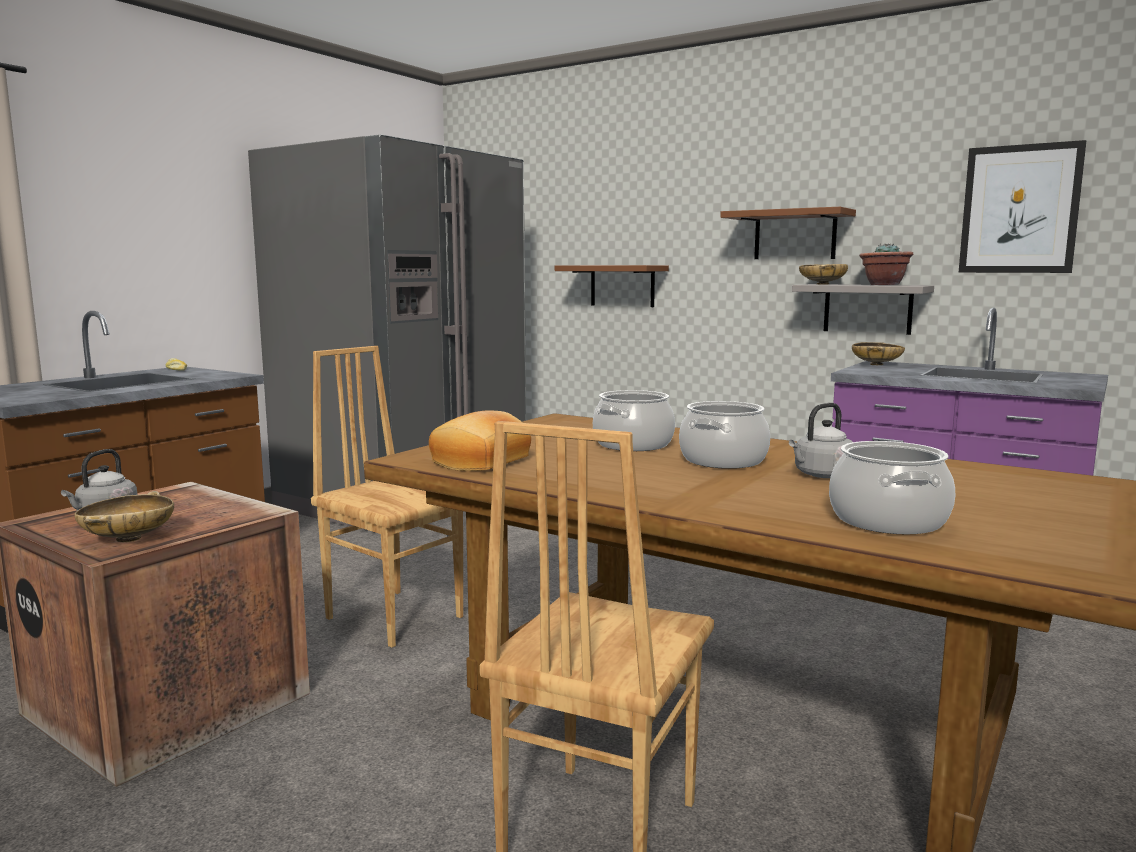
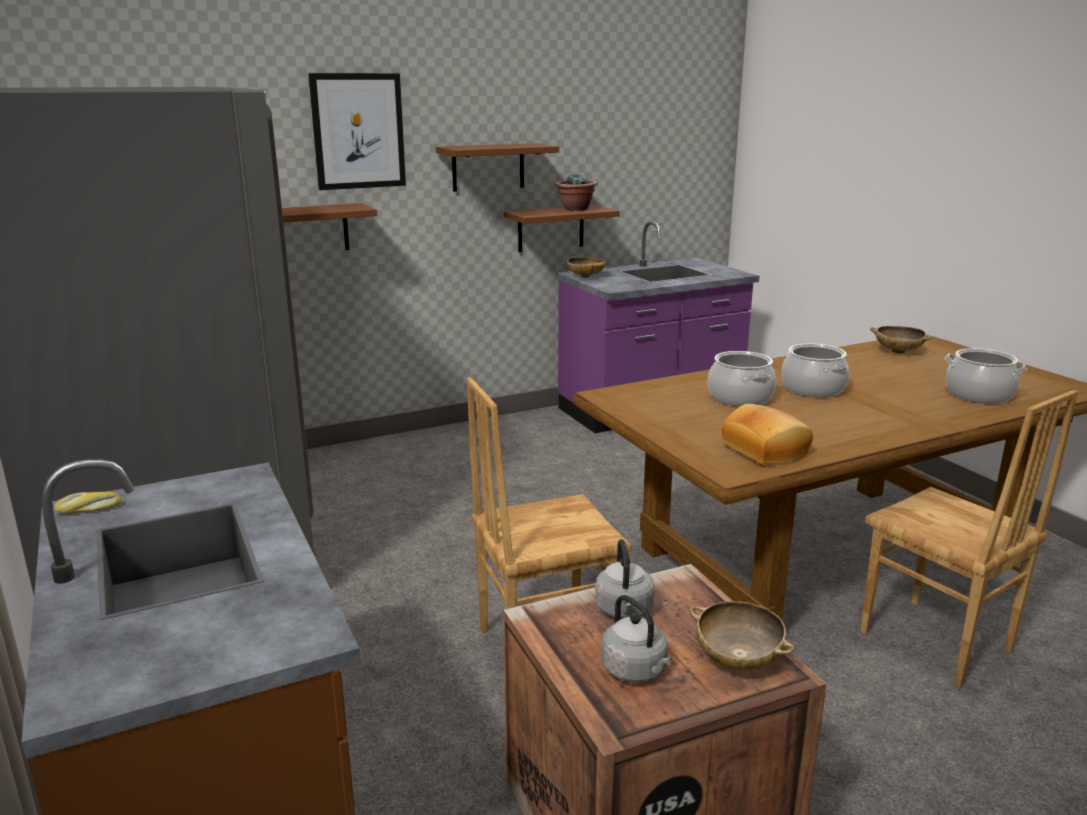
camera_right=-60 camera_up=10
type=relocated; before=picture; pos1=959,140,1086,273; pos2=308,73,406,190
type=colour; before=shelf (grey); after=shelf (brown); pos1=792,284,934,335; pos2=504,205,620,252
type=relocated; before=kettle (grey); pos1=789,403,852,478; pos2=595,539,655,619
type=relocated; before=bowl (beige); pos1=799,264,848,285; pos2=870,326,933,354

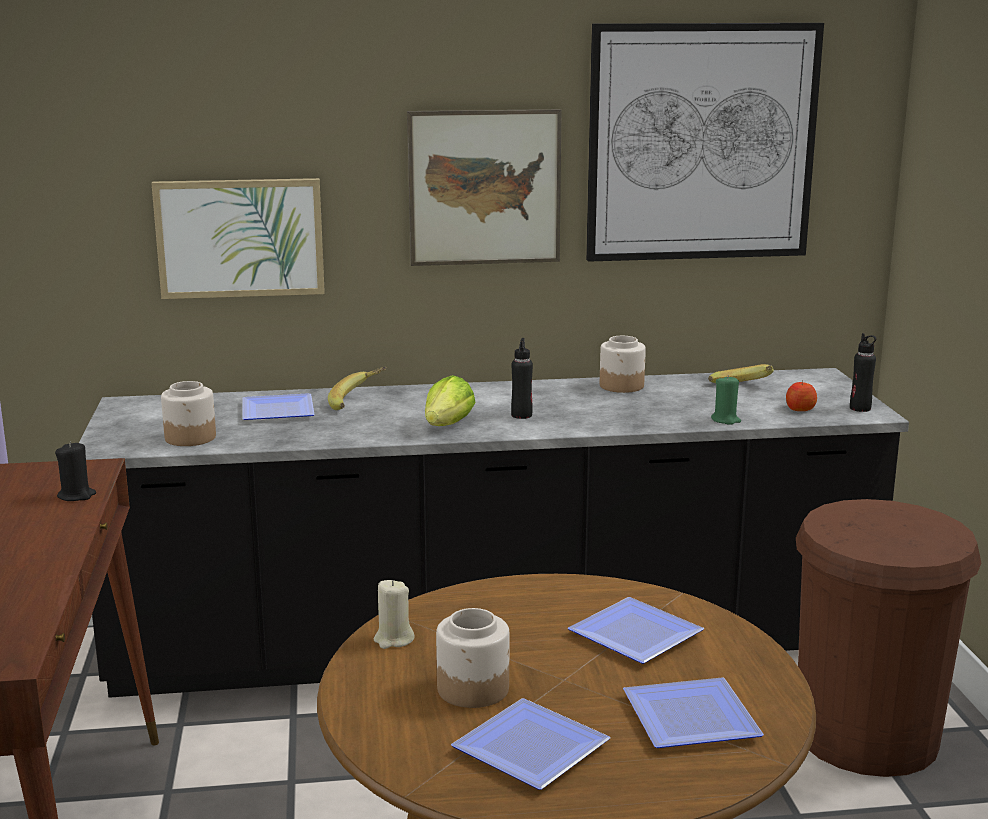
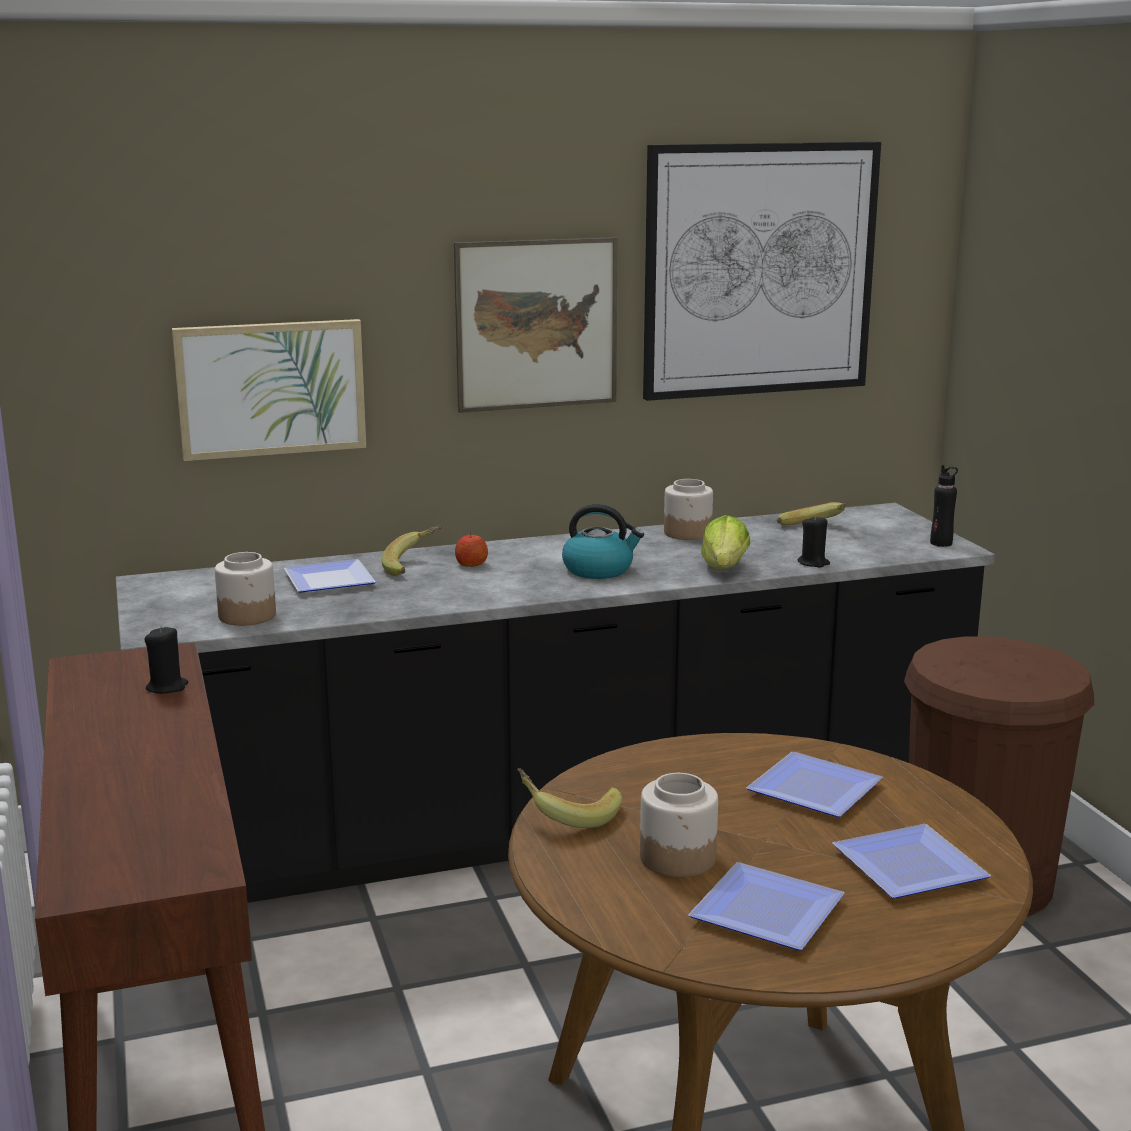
camera_right=-10 camera_up=0
type=relocated; before=apple; pos1=786,380,817,411; pos2=455,532,488,567
type=exchanged; before=candle (beige); after=banana; pos1=374,580,415,649; pos2=517,768,622,828
type=exchanged; before=bottle (black); after=kettle; pos1=511,338,533,419; pos2=562,504,644,579
type=relocated; before=lettuce; pos1=425,375,476,426; pos2=701,515,750,569
type=colour; before=candle (green); after=candle (black); pos1=711,375,741,425; pos2=798,515,830,567

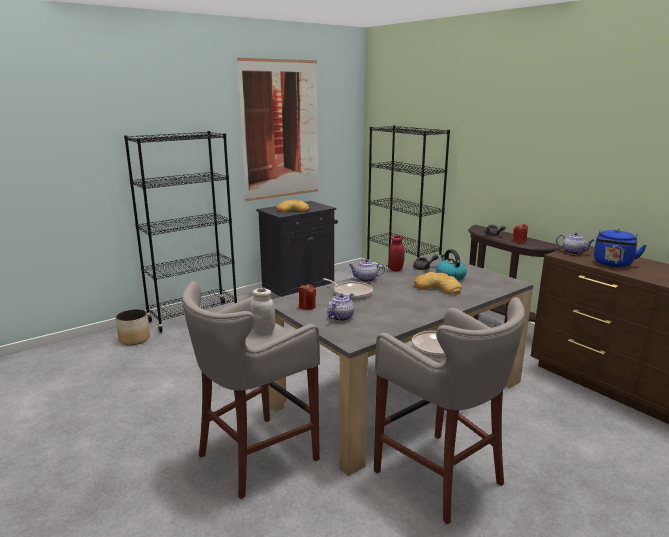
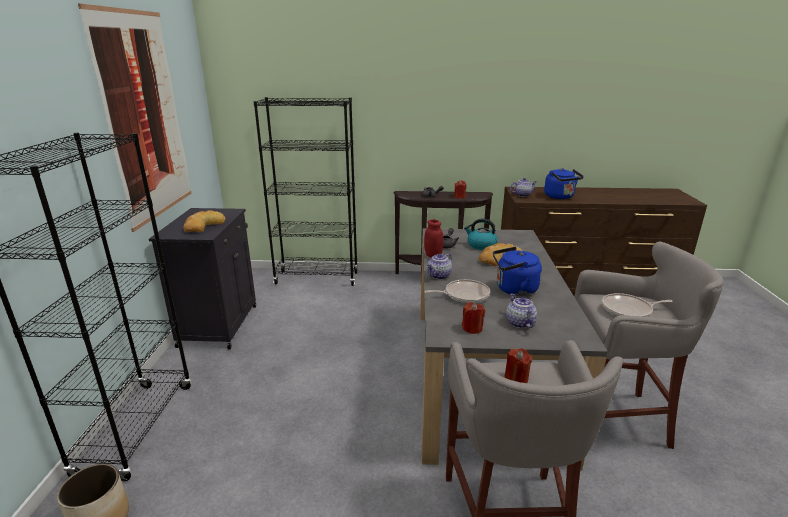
camera_right=-50 camera_up=5
type=appeared; after=kettle (blue); pos2=493,247,542,296
type=exchanged; before=jar (white); after=candle (red); pos1=250,288,275,336; pos2=504,348,532,383

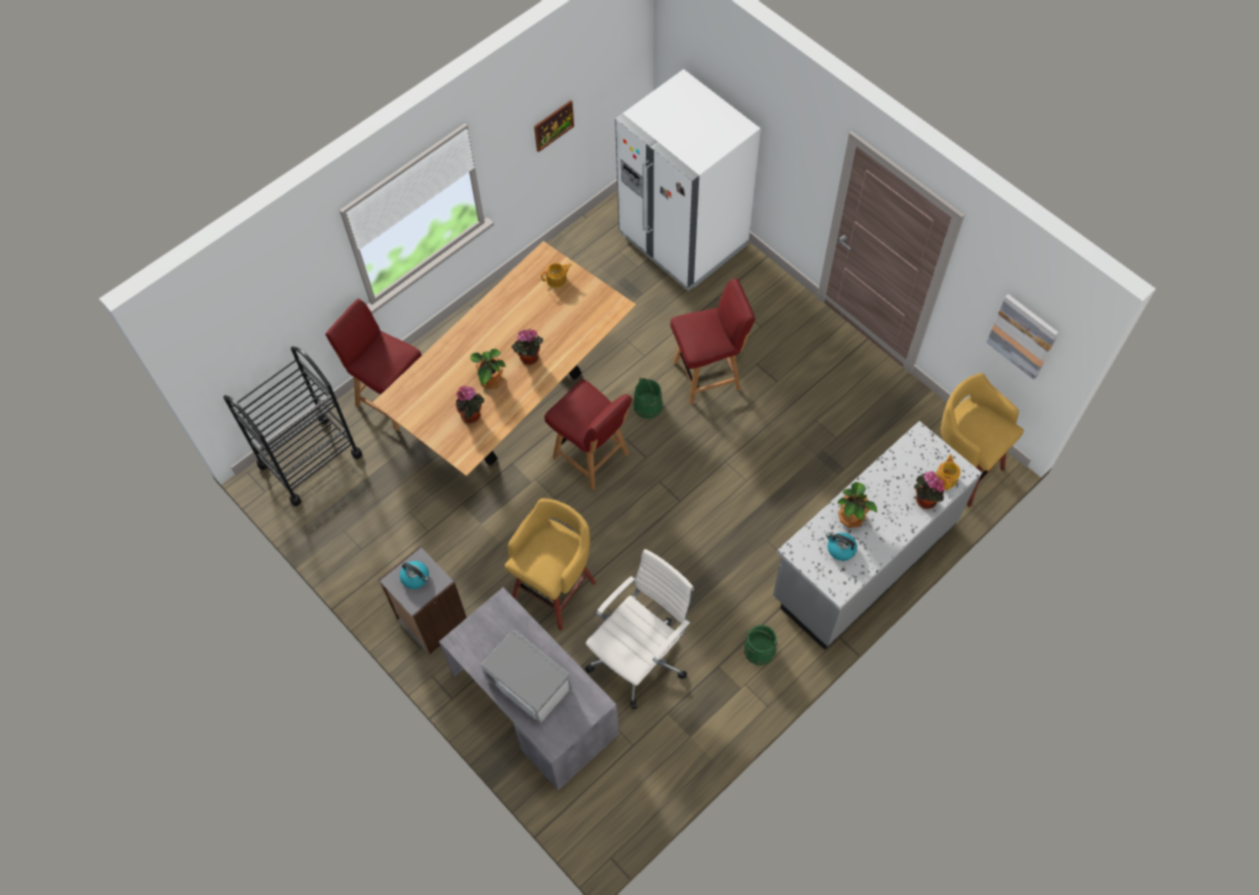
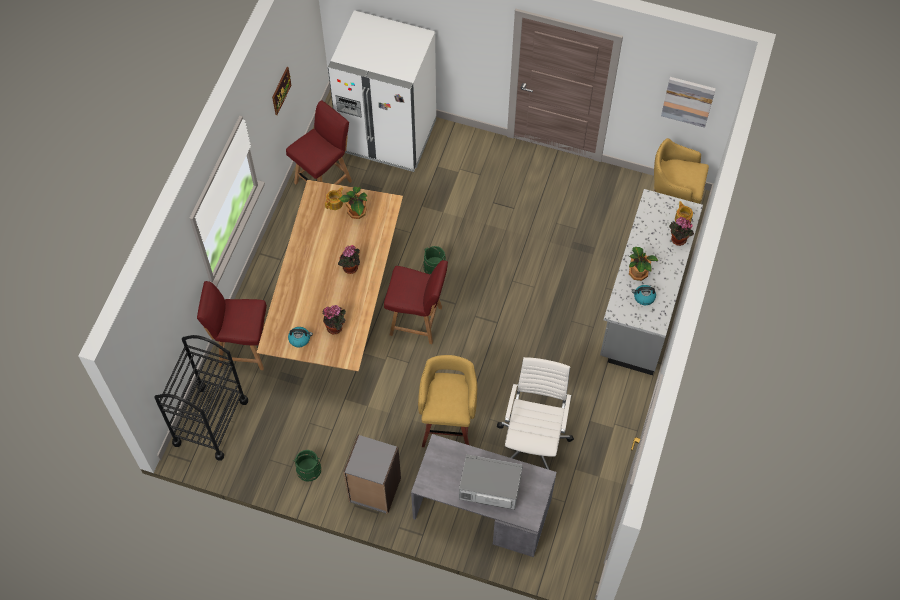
camera_right=-30 camera_up=0
type=relocated; before=chair (red); pos1=670,278,755,404; pos2=286,100,352,185
type=relocated; before=kettle; pos1=400,561,429,589; pos2=288,327,313,347
type=relocated; before=bucket (green); pos1=744,625,778,665; pos2=293,450,321,482
type=relocated; before=potted plant; pos1=470,349,506,390; pos2=339,187,368,219

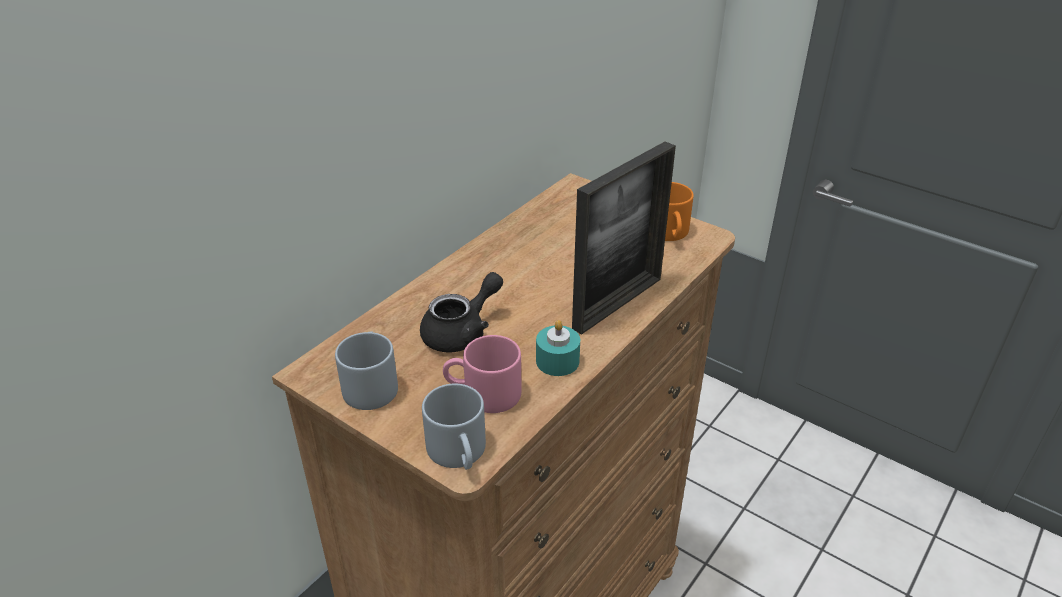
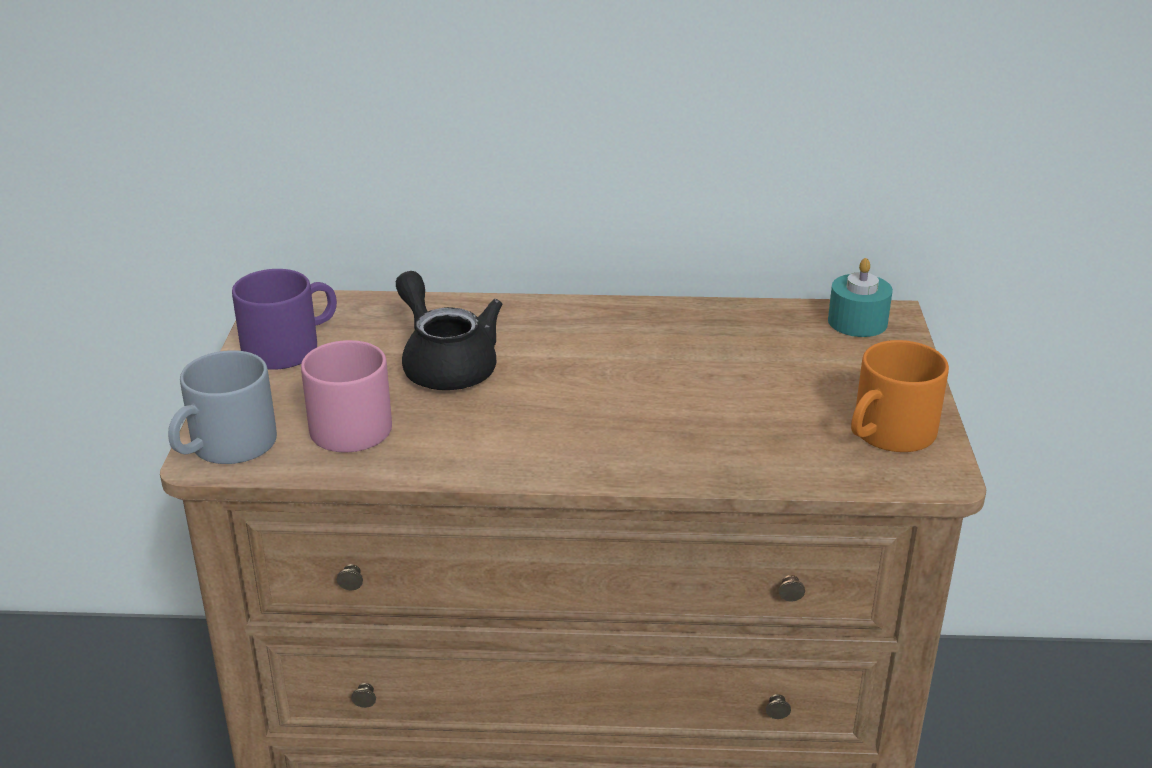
camera_right=55 camera_up=-5
type=colour; before=mug (grey); after=mug (purple); pos1=335,331,398,410; pos2=232,269,337,370
type=spun; before=teapot (black); pos1=420,272,503,353; pos2=396,271,503,390; turn=-135
type=relocated; before=candle (turquoise); pos1=536,320,580,376; pos2=828,258,893,337
type=missing; before=picture frame; pos1=572,141,676,335

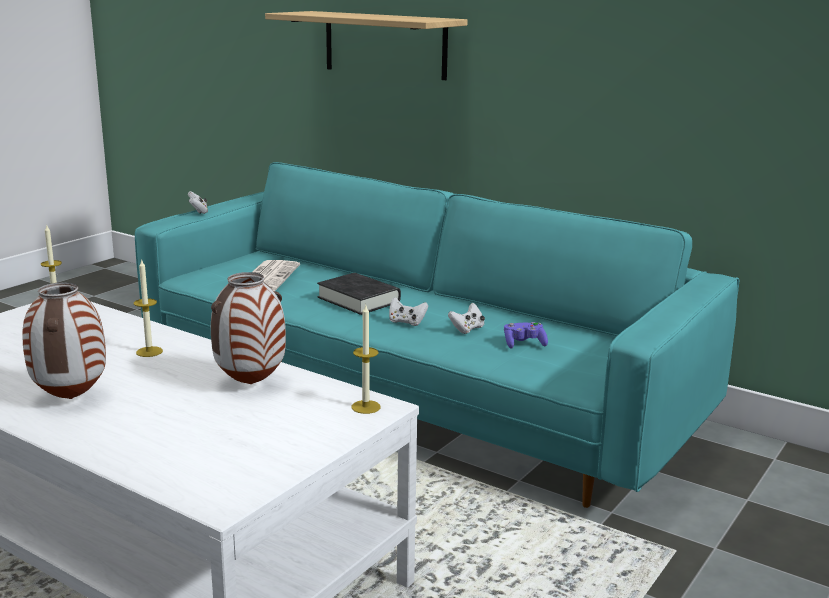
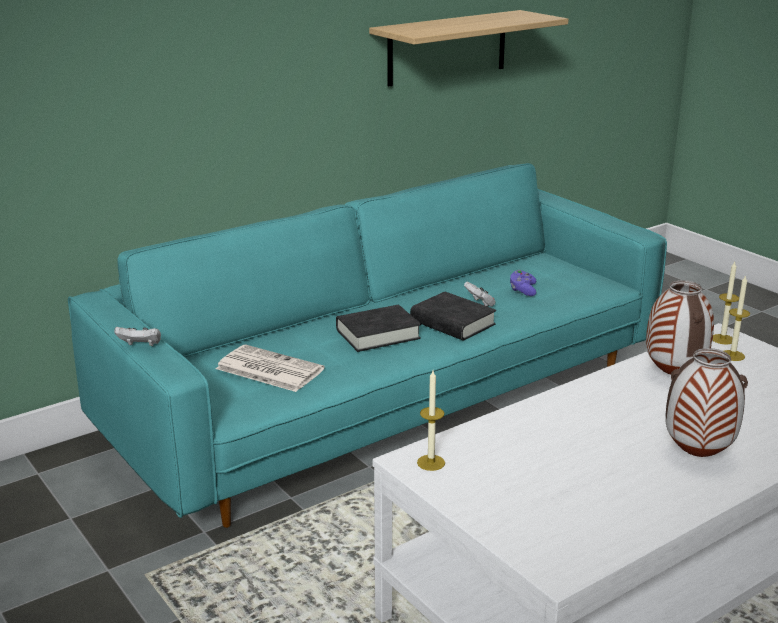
camera_right=-70 camera_up=5
type=relocated; before=shelf; pos1=265,11,468,80; pos2=369,10,569,86
type=exchanged; before=game controller (white); after=book (black); pos1=389,297,428,326; pos2=410,292,496,340
type=relocated; before=candle; pos1=134,259,163,357; pos2=724,275,750,361

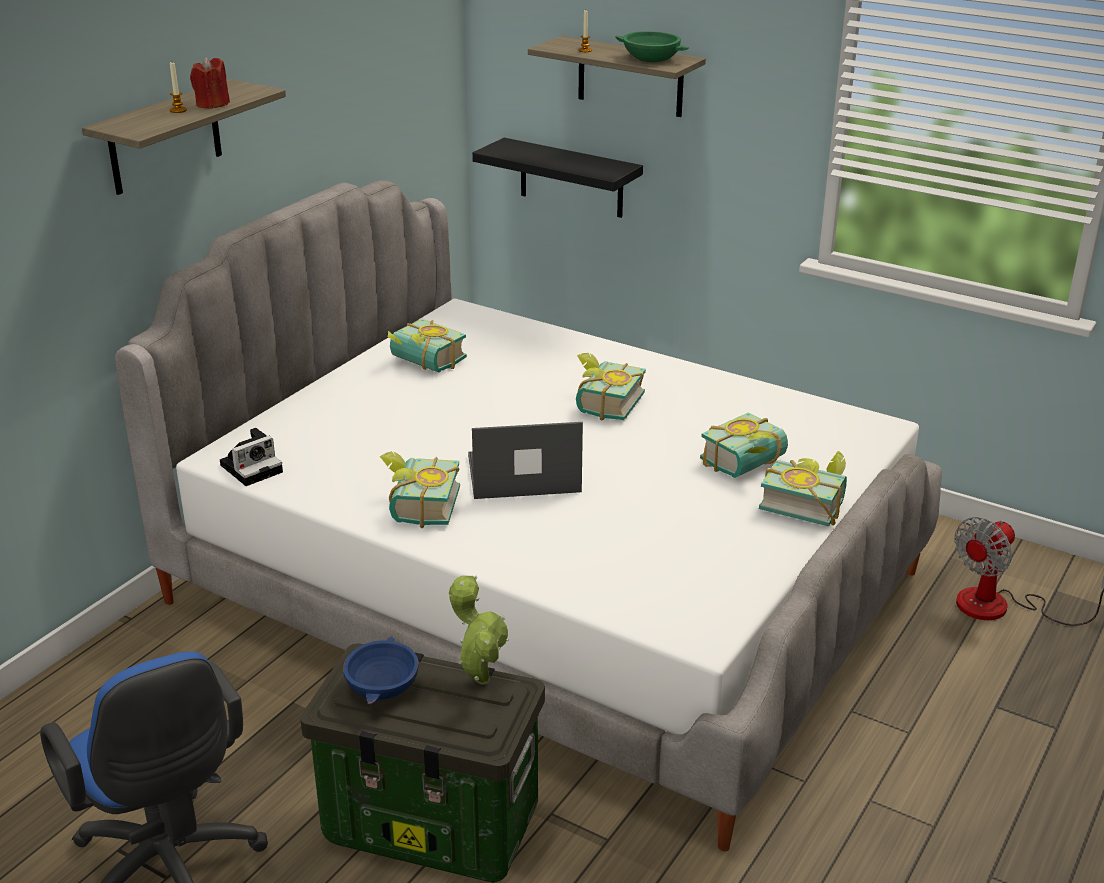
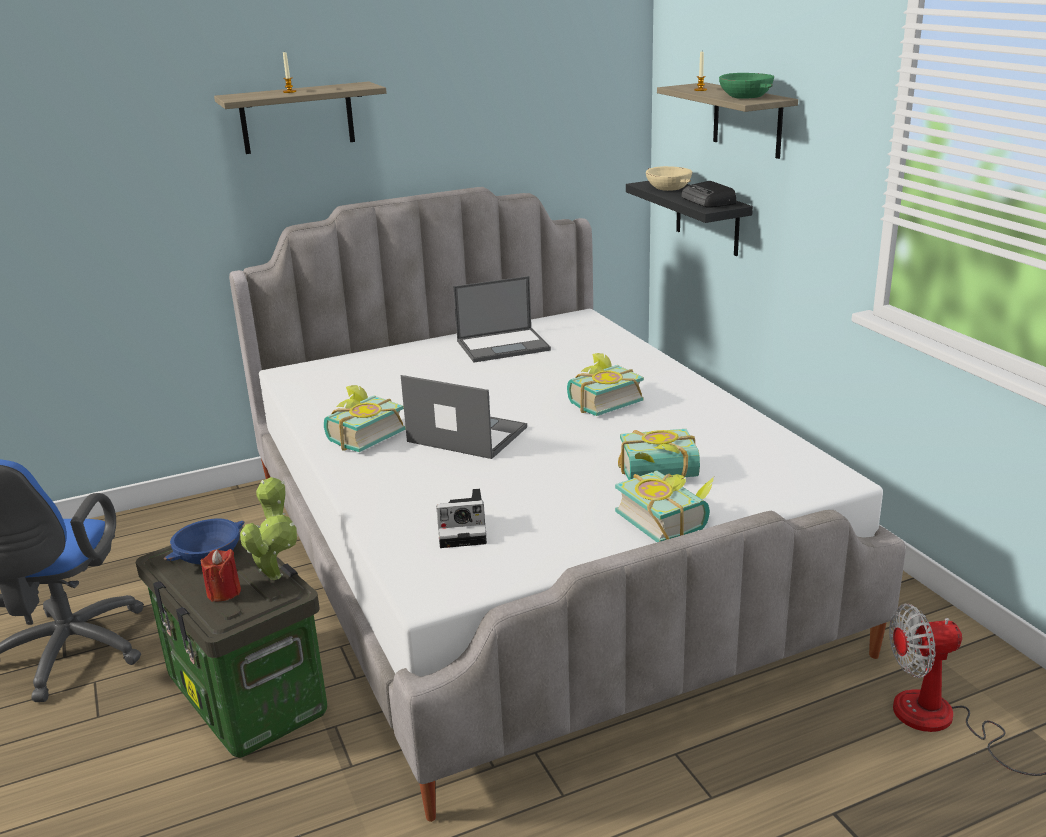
camera_right=35 camera_up=-5
type=relocated; before=candle (red); pos1=190,57,230,109; pos2=201,549,241,602
type=relocated; before=photo camera; pos1=220,428,283,486; pos2=436,489,487,548
type=exchanged; before=book; after=laptop; pos1=388,319,467,372; pos2=453,276,551,363
type=appeared; after=bowl (beige); pos2=646,166,693,191
type=appeared; after=radio; pos2=681,181,736,208

